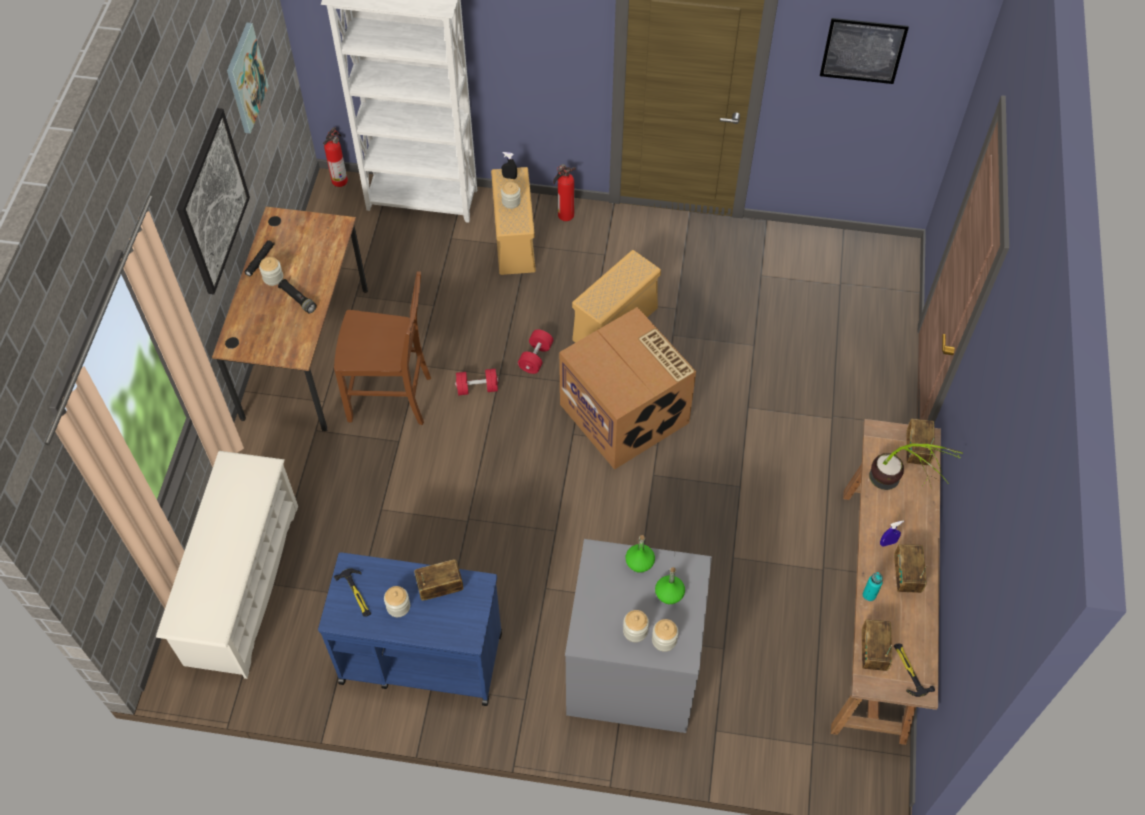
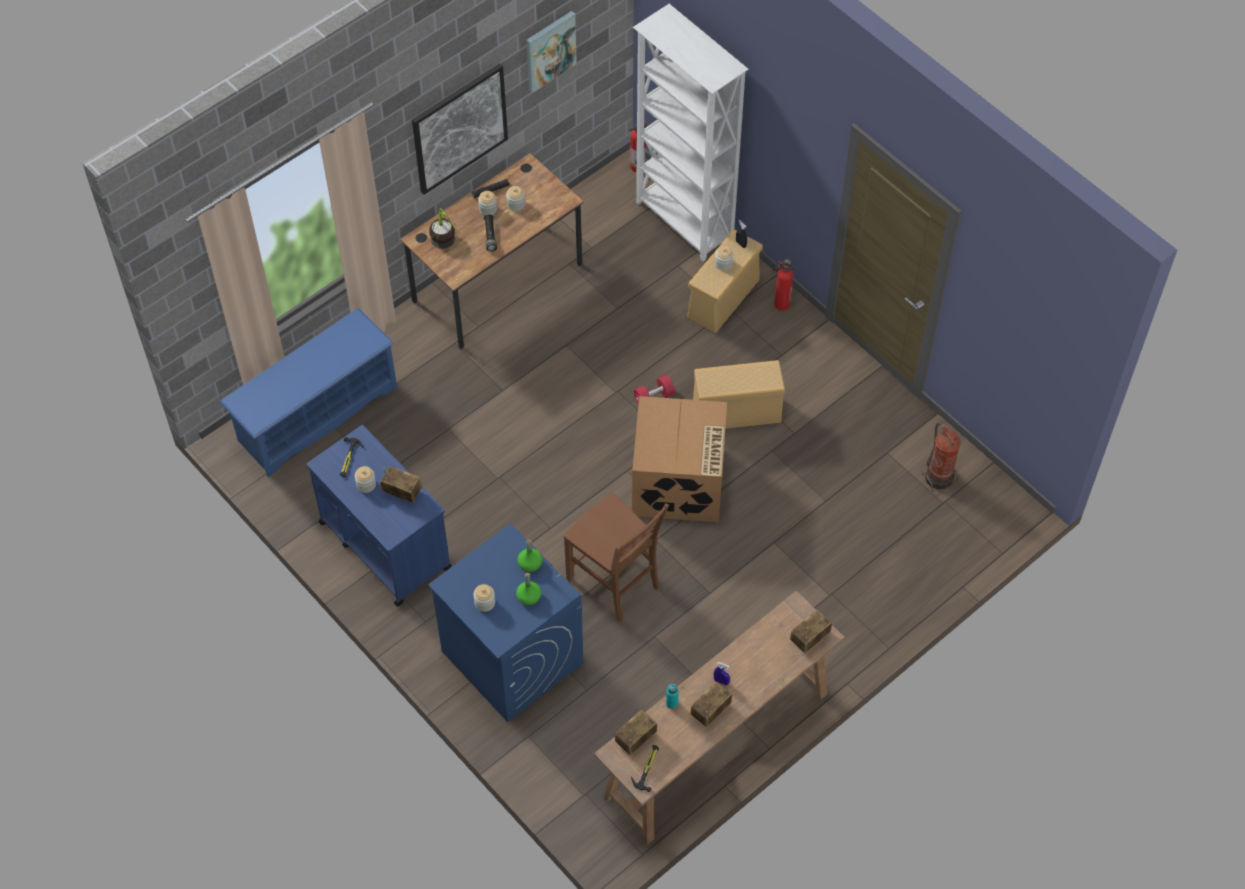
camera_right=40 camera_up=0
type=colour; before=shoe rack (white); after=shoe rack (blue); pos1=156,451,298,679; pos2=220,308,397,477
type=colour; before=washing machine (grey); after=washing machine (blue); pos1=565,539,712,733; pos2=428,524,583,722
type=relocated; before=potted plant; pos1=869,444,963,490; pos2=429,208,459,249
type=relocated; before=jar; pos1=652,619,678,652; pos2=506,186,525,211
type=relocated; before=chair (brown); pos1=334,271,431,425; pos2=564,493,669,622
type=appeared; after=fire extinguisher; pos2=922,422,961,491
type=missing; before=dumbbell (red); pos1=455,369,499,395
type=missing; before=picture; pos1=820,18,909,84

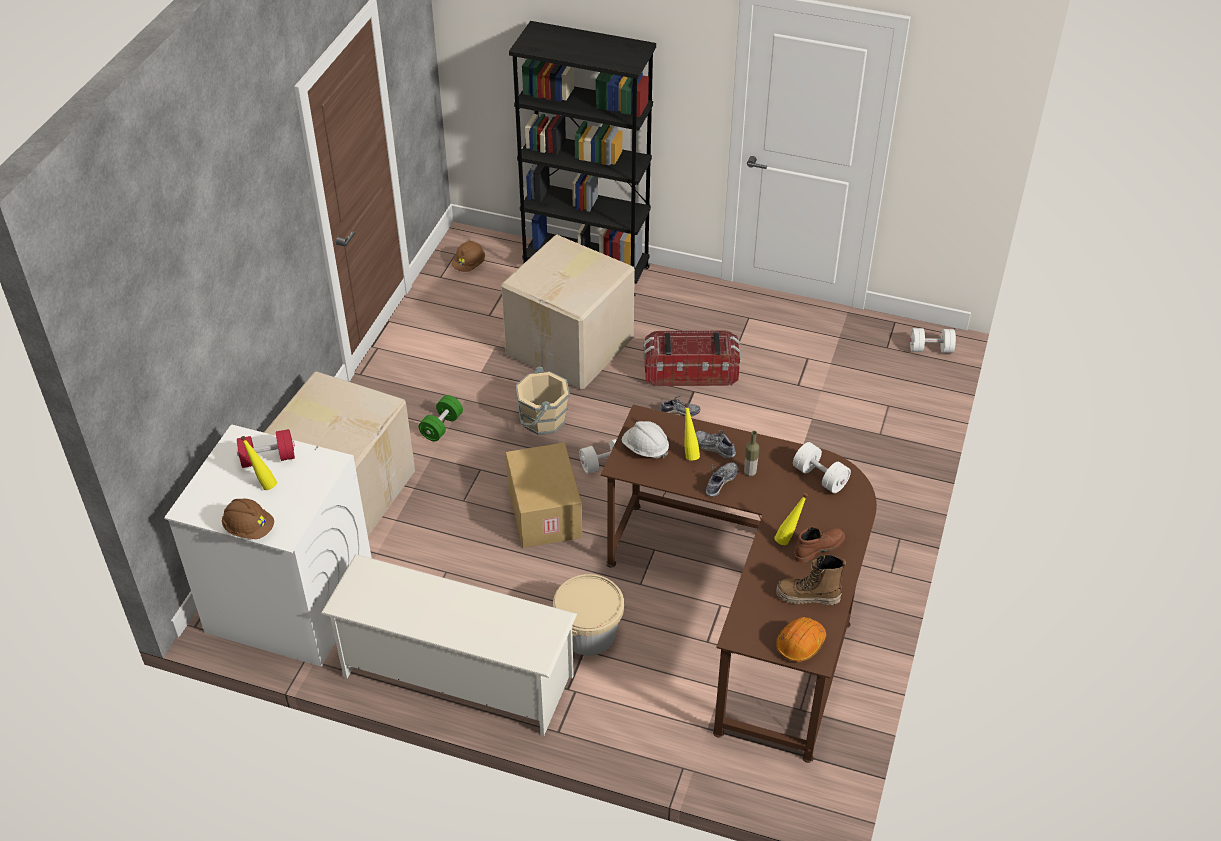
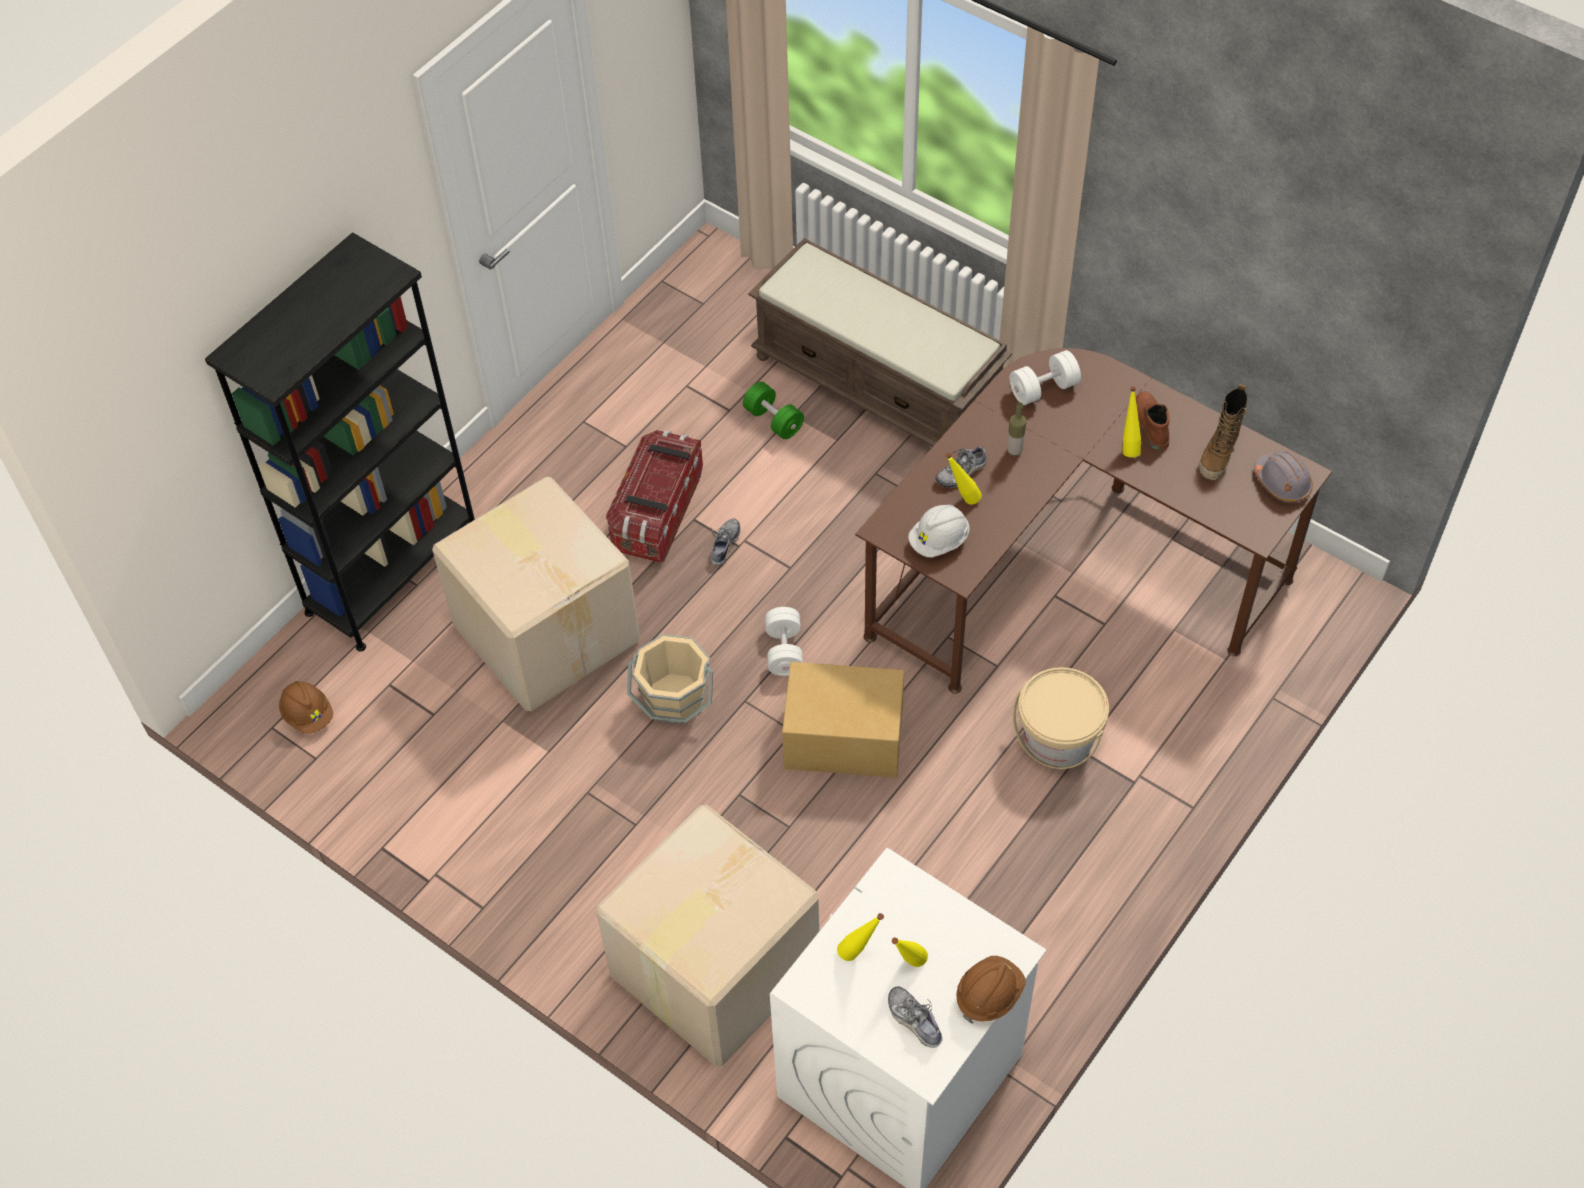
camera_right=-70 camera_up=10
type=relocated; before=dumbbell (green); pos1=418,395,463,441; pos2=743,382,804,439
type=appeared; after=bench (brown); pos2=748,238,1012,447
type=exchanged; before=dumbbell (red); after=bottle (yellow); pos1=237,429,295,468; pos2=837,913,884,961
type=relocated; before=shoe; pos1=706,462,738,497; pos2=888,987,942,1048
type=colour; before=hard hat (orange); after=hard hat (grey); pos1=776,617,826,662; pos2=1254,451,1313,503
type=missing; before=shoe rack (white); pos1=321,554,577,736
type=missing; before=dumbbell (white); pos1=910,328,956,353

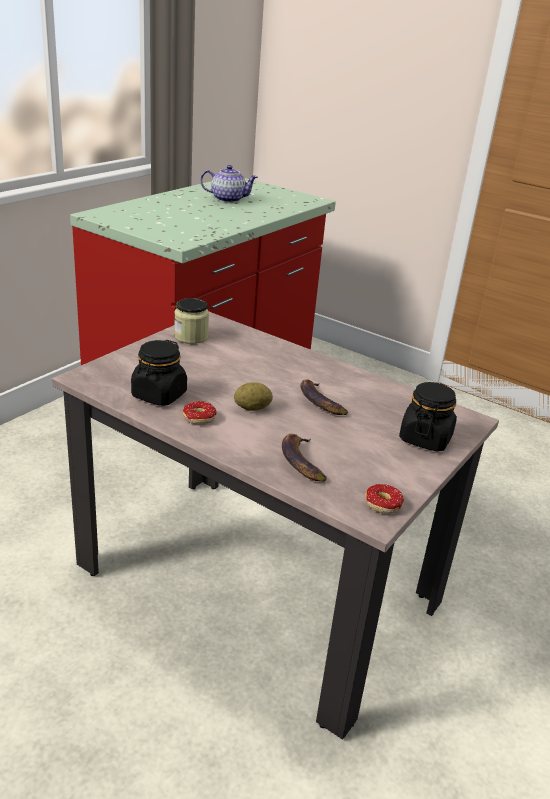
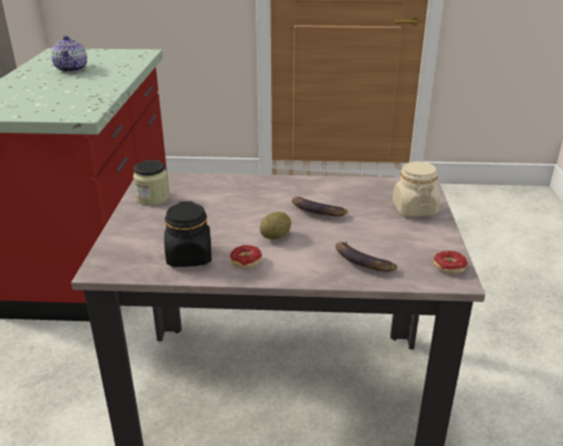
camera_right=-30 camera_up=0
type=spun; before=teapot; pos1=200,165,258,203; pos2=51,36,87,72; turn=105
type=colour; before=jar (black); after=jar (beige); pos1=399,382,457,451; pos2=393,161,440,217

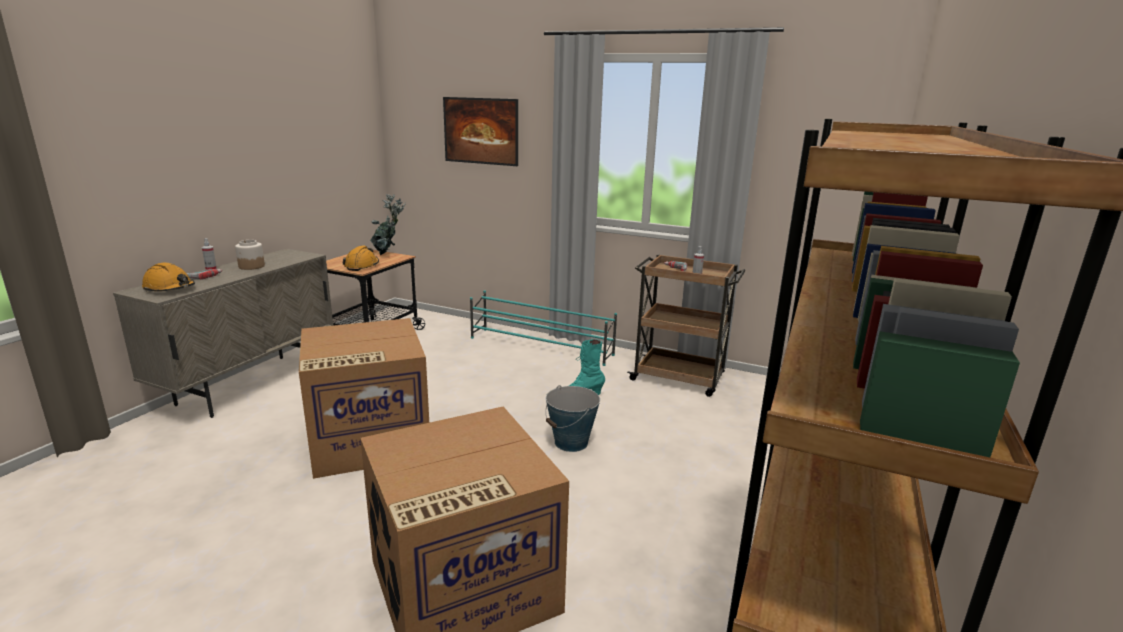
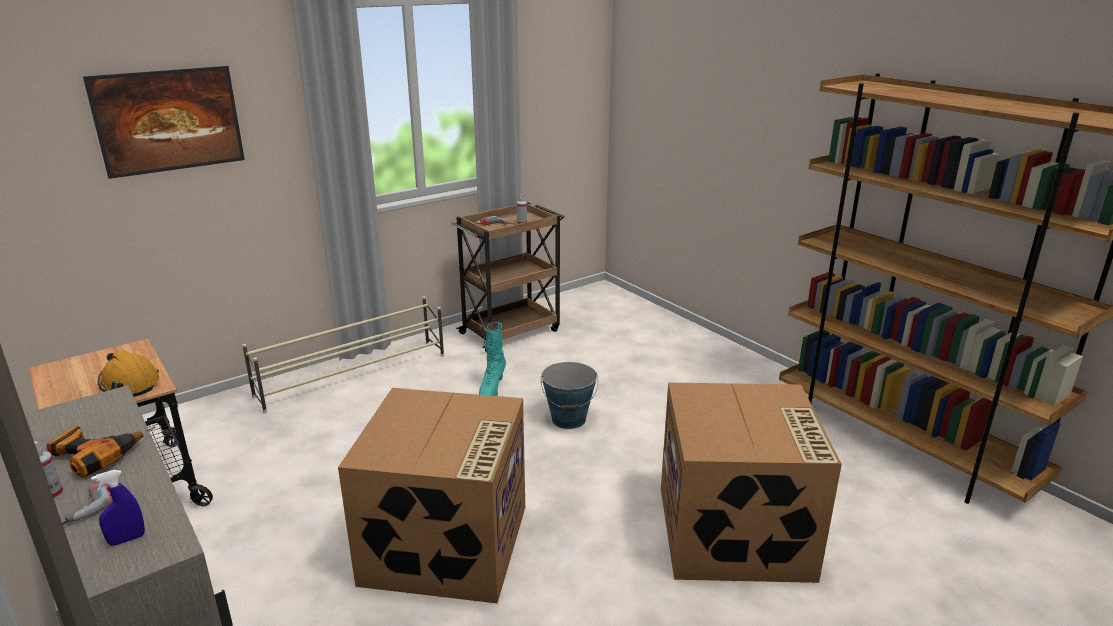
camera_right=-60 camera_up=5
type=exchanged; before=jar; after=power drill; pos1=235,240,265,270; pos2=47,426,155,478
type=exchanged; before=hard hat (orange); after=spray bottle (blue); pos1=142,263,195,292; pos2=91,470,145,546
type=colour; before=shoe rack (turquoise); after=shoe rack (beige); pos1=470,291,617,366; pos2=242,296,444,413
type=missing; before=potted plant; pos1=370,194,406,255

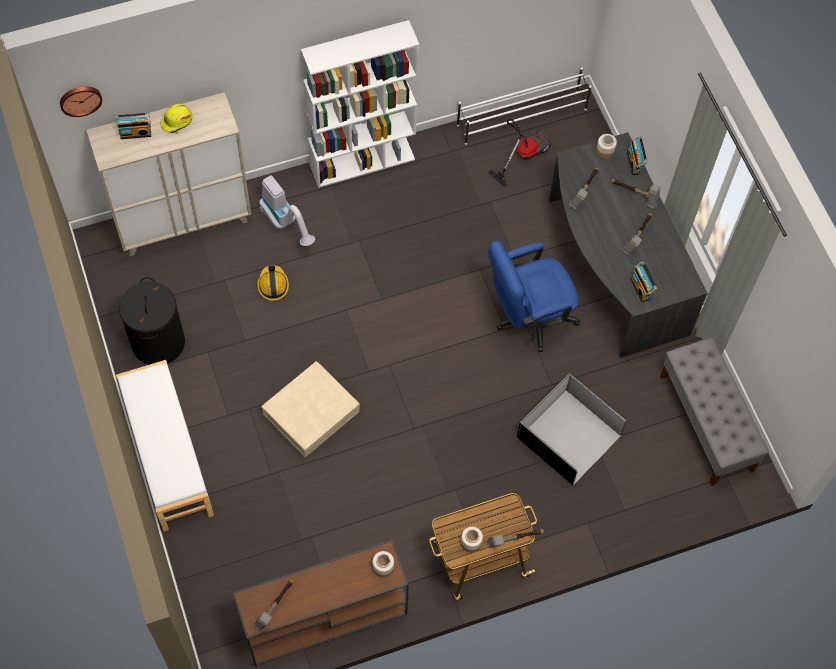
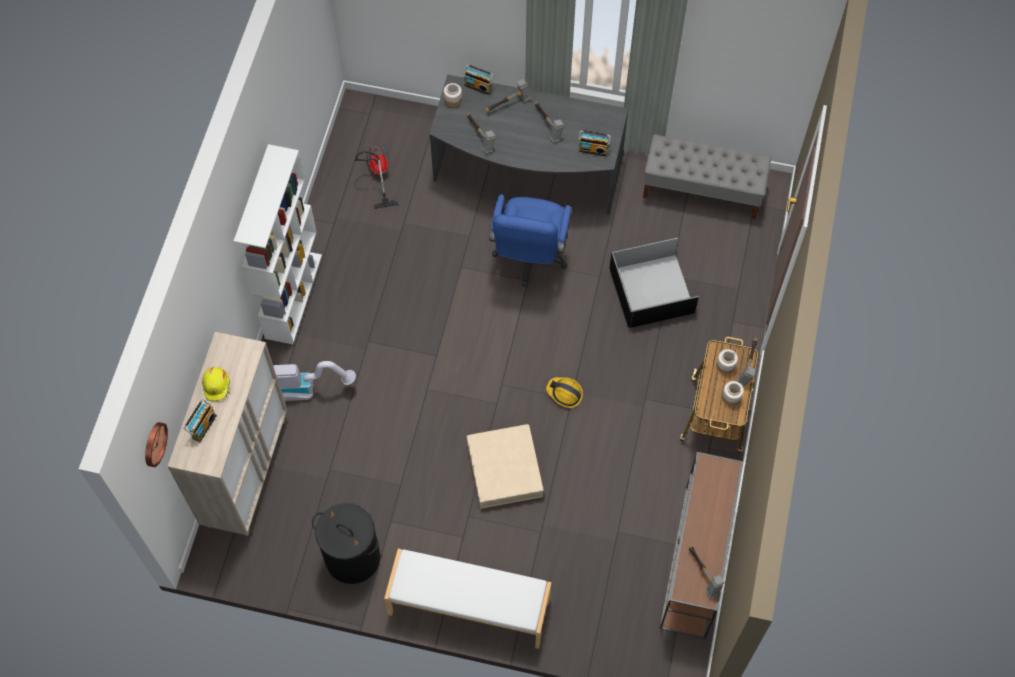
camera_right=-55 camera_up=0
type=relocated; before=hard hat; pos1=258,265,289,300; pos2=546,377,583,408
type=relocated; before=jar; pos1=373,551,394,578; pos2=716,349,738,374
type=missing; before=shoe rack (white); pos1=457,67,592,145

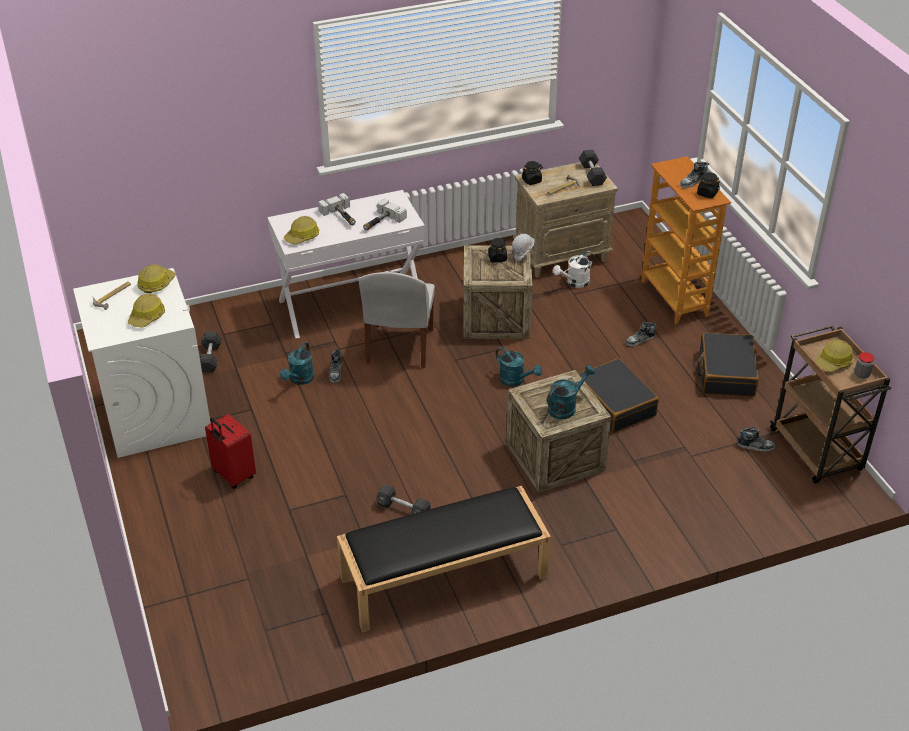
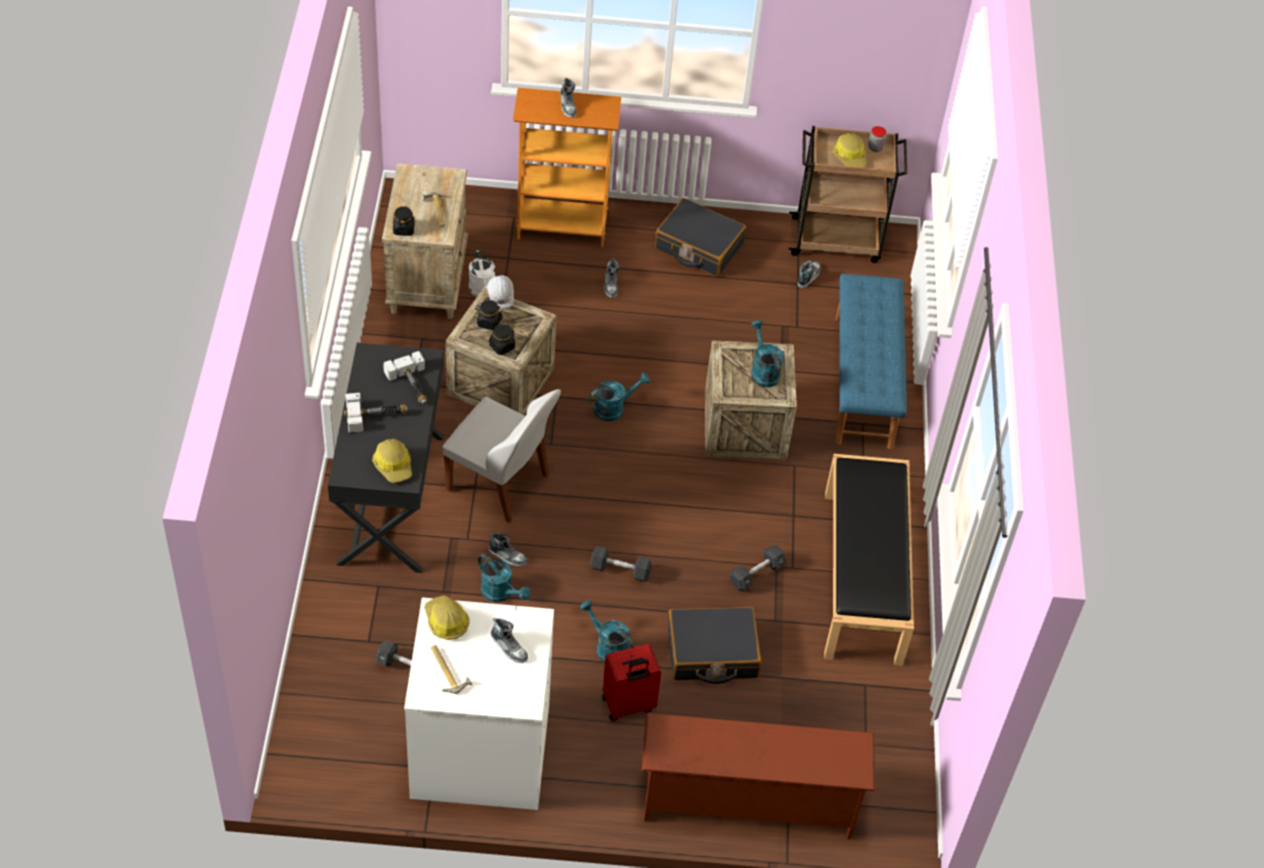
camera_right=-70 camera_up=10
type=colour; before=desk (white); after=desk (black); pos1=267,190,425,338; pos2=328,343,444,573
type=relocated; before=jar (black); pos1=697,172,720,198; pos2=489,324,515,355
type=exchanged; before=hard hat; after=shoe; pos1=128,293,165,328; pos2=491,618,528,663
type=appeared; after=watering can (turquoise); pos2=580,600,634,663
type=relocated; before=dumbbell (black); pos1=579,150,607,186; pos2=590,546,652,582
type=appeared; after=shoe rack (brown); pos2=642,712,875,839
type=relocated; before=suitcase (black); pos1=578,358,659,433; pos2=667,607,762,684
type=appeared; after=bench (blue); pos2=835,274,907,449

